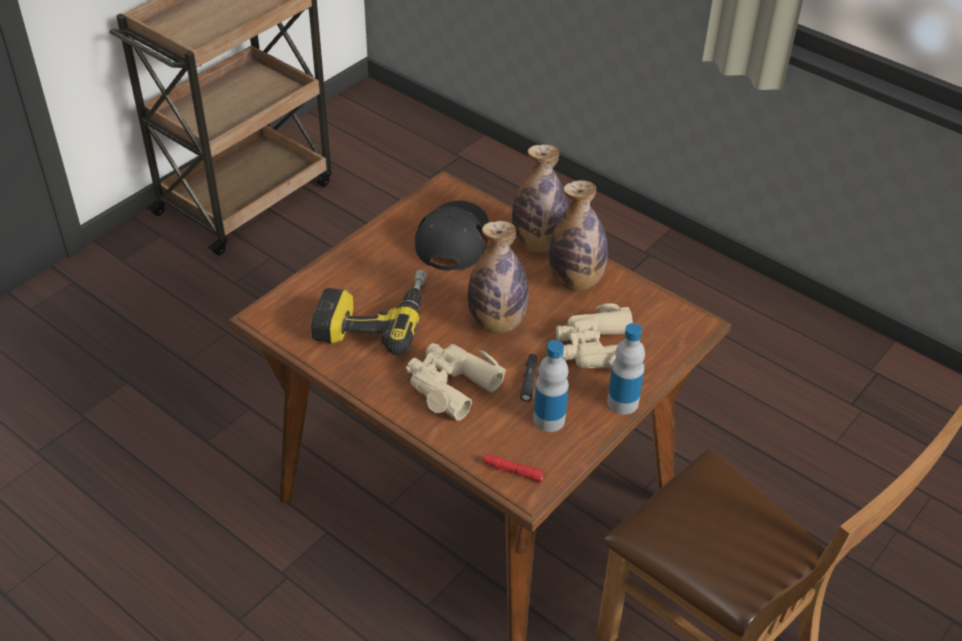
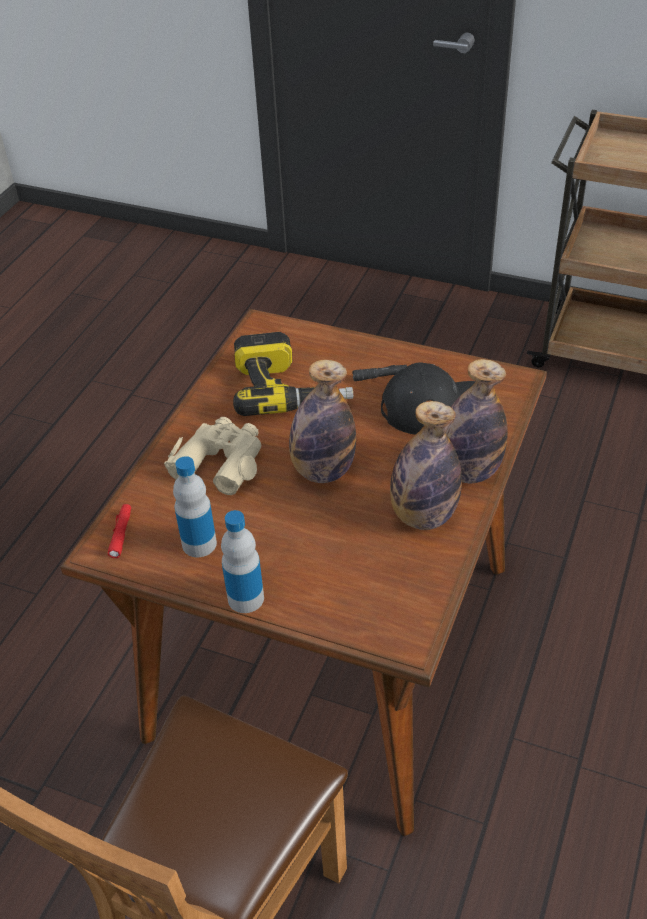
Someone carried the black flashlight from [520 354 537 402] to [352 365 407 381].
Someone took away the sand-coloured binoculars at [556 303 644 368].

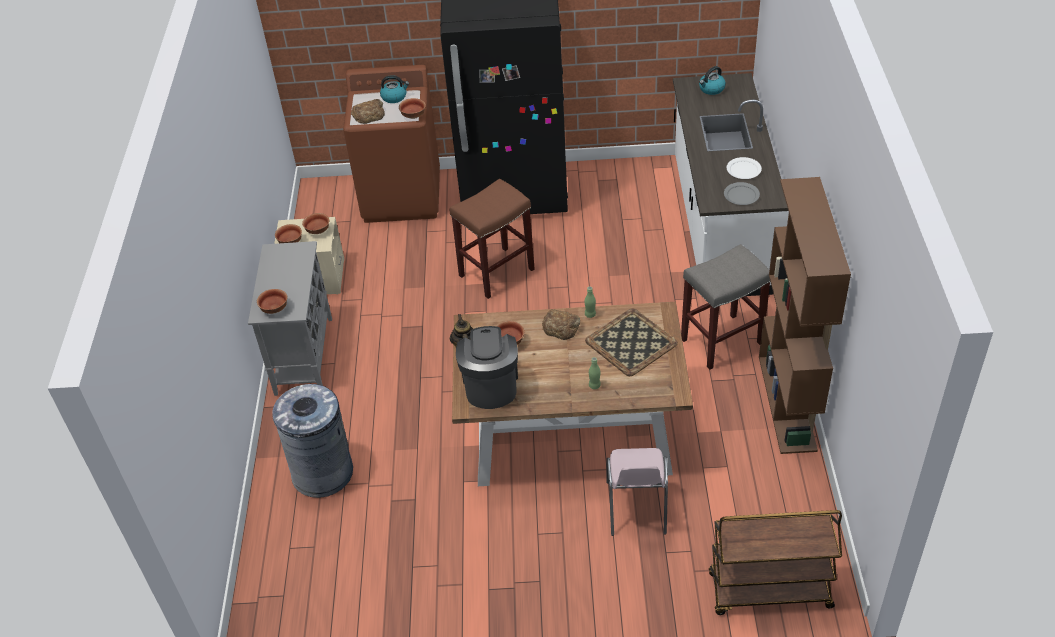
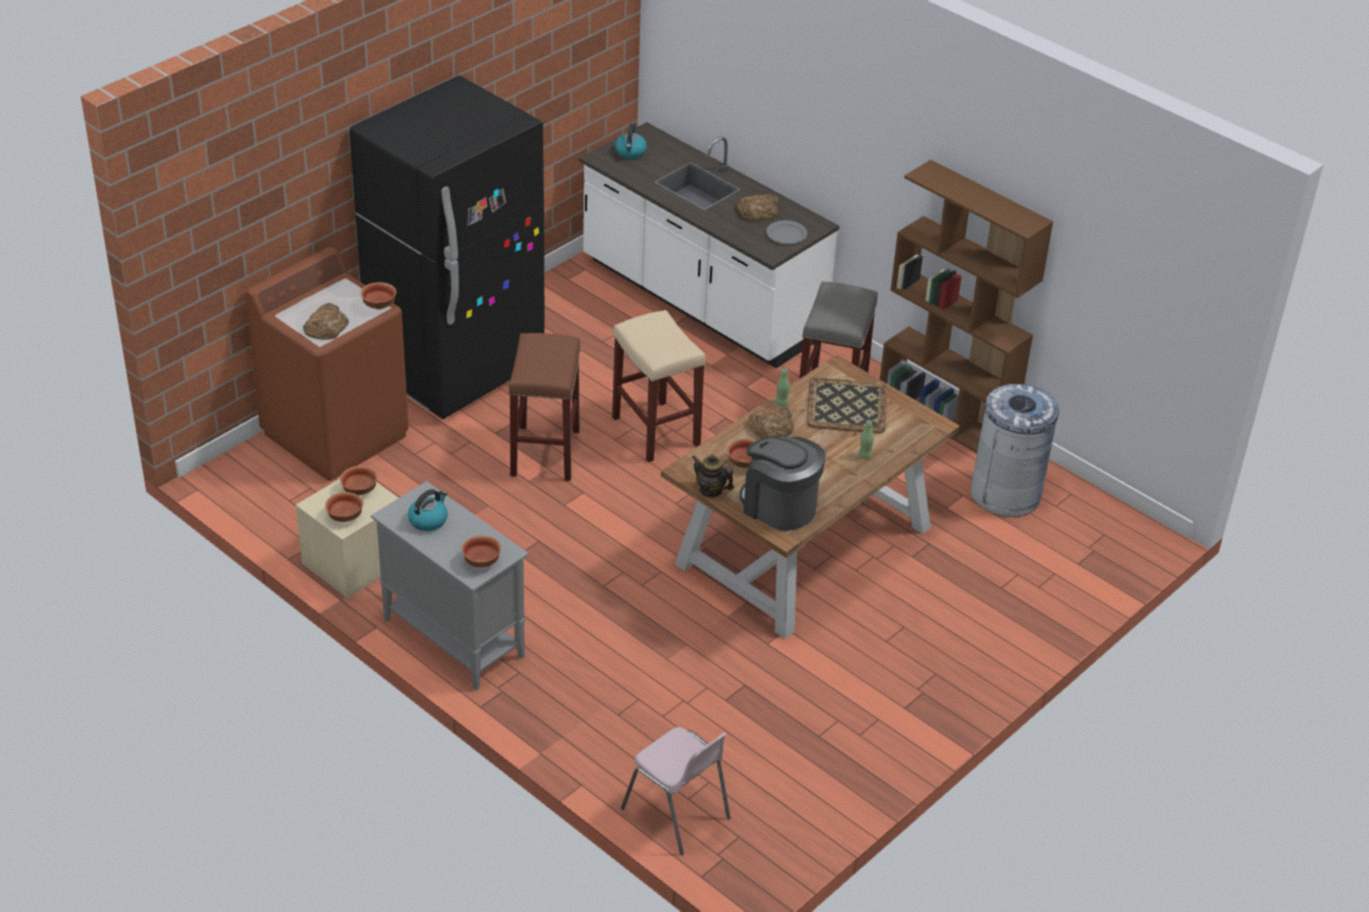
Someone carried the tea kettle from [380 75 409 103] to [408 489 448 531].
Someone put down the sand-coloured stool at [612 310 706 462].
Someone carried the pink-coloured plain chair from [606 448 668 536] to [621 727 731 855].
Someone swapped the white-coloured dinner plate at [727 157 762 179] for the baked bread at [737 194 778 222].
Someone carried the greyish waste bin from [272 384 353 498] to [971 384 1059 517].
Someone took away the brown wheeled cart at [709 510 842 615].

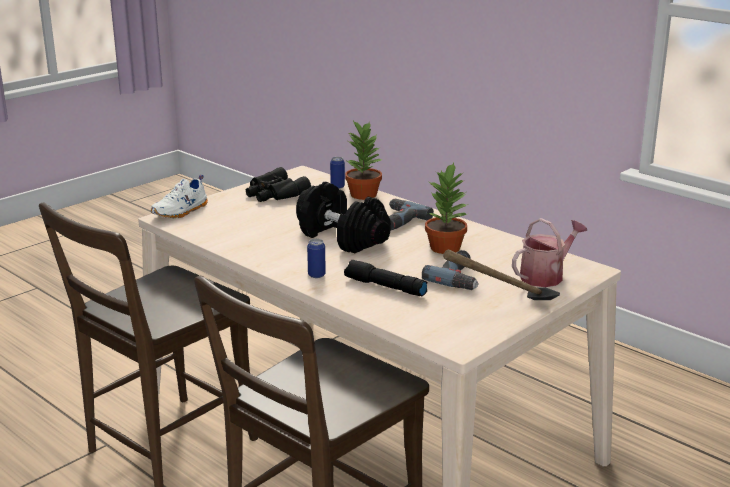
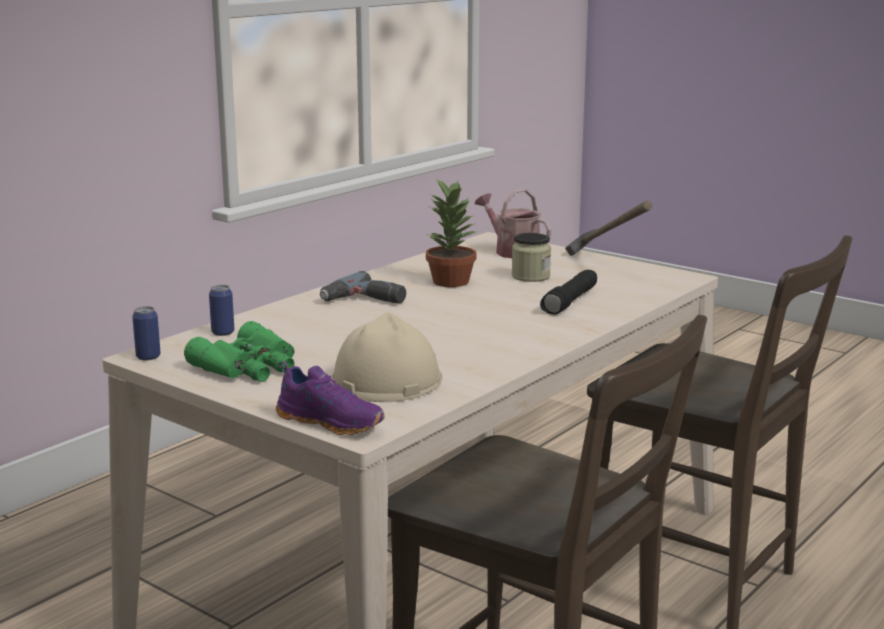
Someone carried the can from [307 239 326 278] to [132 306 161 360].
Someone repainted the black binoculars at [246 167 311 202], which became the greenish binoculars at [184 321 295 382].
Someone repainted the white-coloured low shoe at [151 175 208 218], which became the purplish low shoe at [276 361 385 435].
Someone put down the sand-coloured hard hat at [332 312 442 402].
Someone swapped the power drill at [422 250 479 290] for the preserve jar at [512 233 551 282].
Someone took away the black free weight at [296 181 391 254].
Someone took away the houseplant at [345 121 383 200].

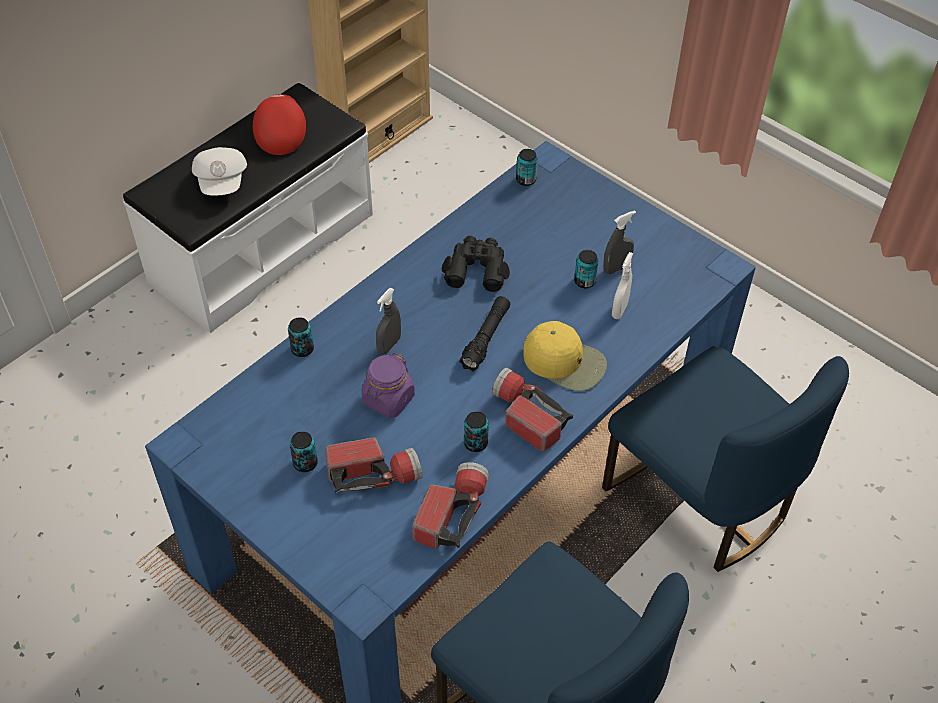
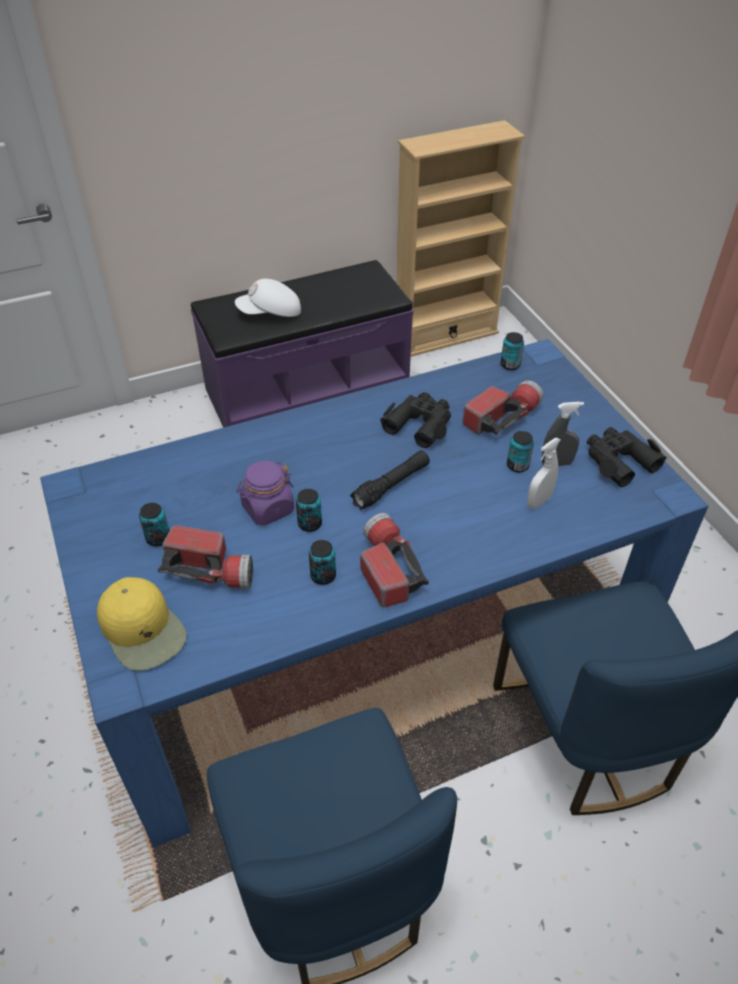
Someone carried the yellow-coloured cap from [524 321 607 391] to [97 577 187 671].
Someone repainted the white-coloured bench at [123 83 373 333], which became the purplish bench at [191 260 413 428].
Someone rotated the white-coloured cap at [192 147 247 196] by 60 degrees clockwise.
Someone carried the can from [288 317 314 357] to [296 489 322 532].
Someone carried the flashlight from [412 462 489 549] to [463 380 543 435].
Someone put down the black binoculars at [587 427 667 487].
Someone took away the red-coloured cap at [253 94 306 155].
Someone took away the greyish spray bottle at [376 288 401 354].

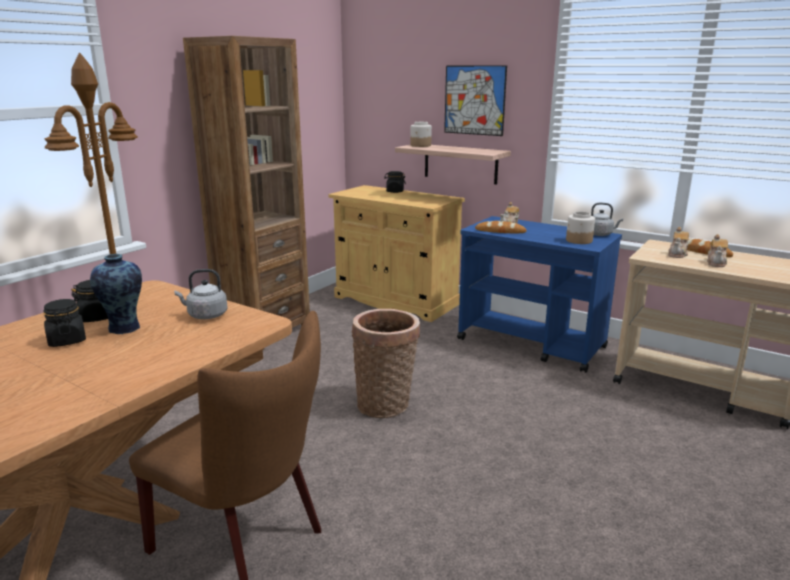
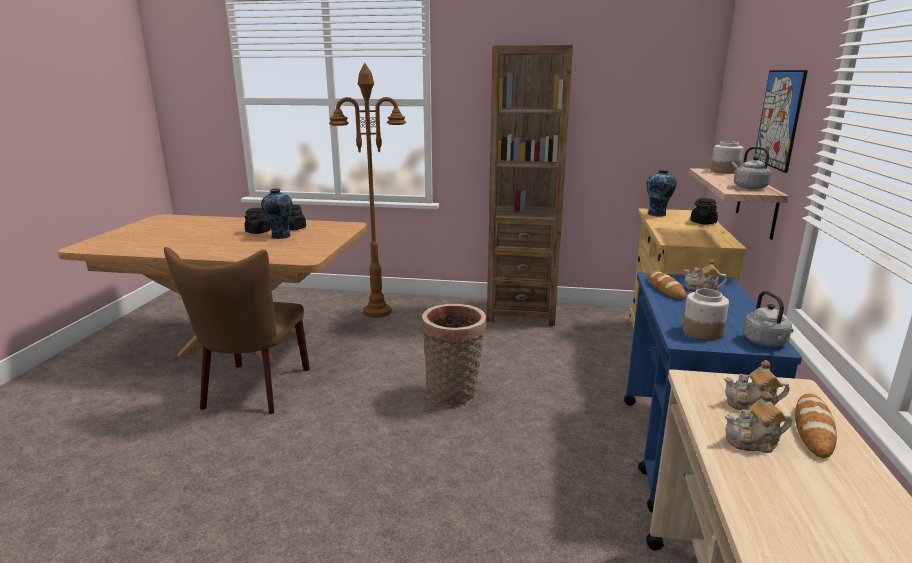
Someone put down the decorative vase at [647 169 677 216].
Someone carried the greyish tea kettle from [174 269 227 319] to [732 147 771 189].

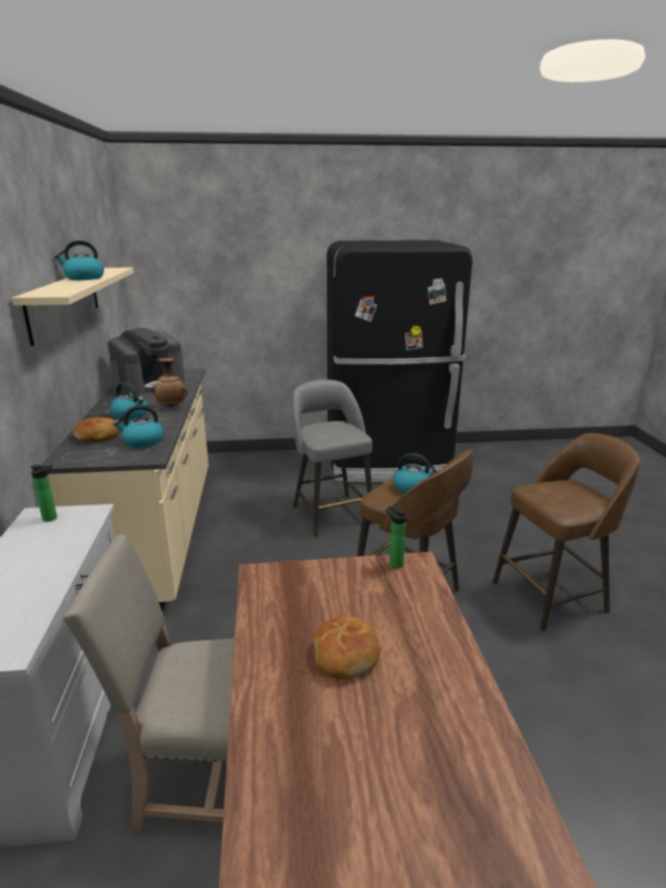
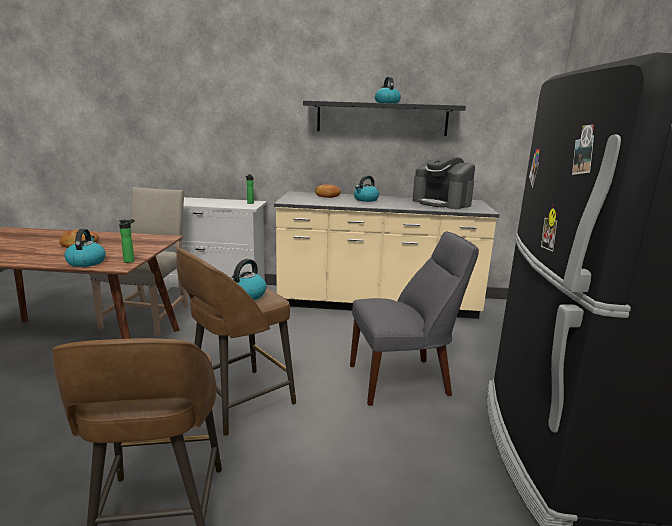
Someone carried the tea kettle from [113 405 164 448] to [64 229 106 267].
Someone repainted the sand-coloured wall shelf at [12 268 134 346], which became the black wall shelf at [303 101 466 136].
Someone swapped the greyish stool at [293 379 374 537] for the greyish plain chair at [350 231 479 406].
Someone took away the decorative vase at [152 358 188 407].

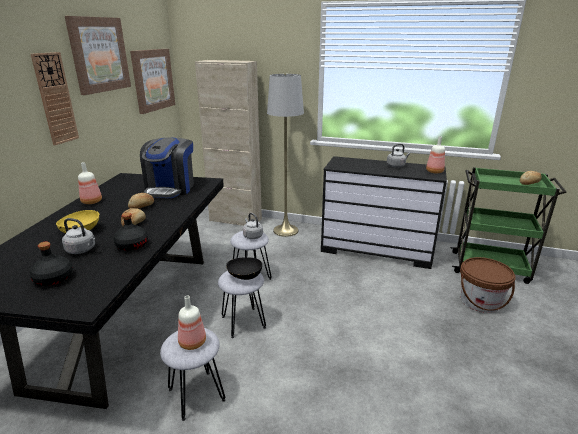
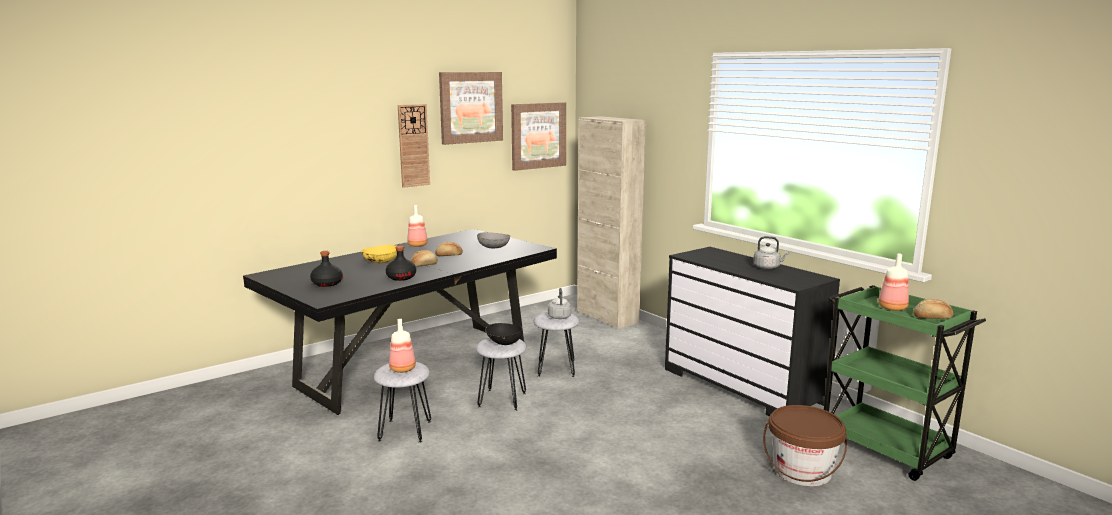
Someone swapped the coffee maker at [140 137 194 198] for the greyish bowl at [477 232 510 248].
Someone carried the drink bottle from [426 136 445 174] to [878 253 909 311].
Someone took away the greyish tea kettle at [62 218 95 254].
Someone took away the greyish standard lamp at [267 74 304 237].

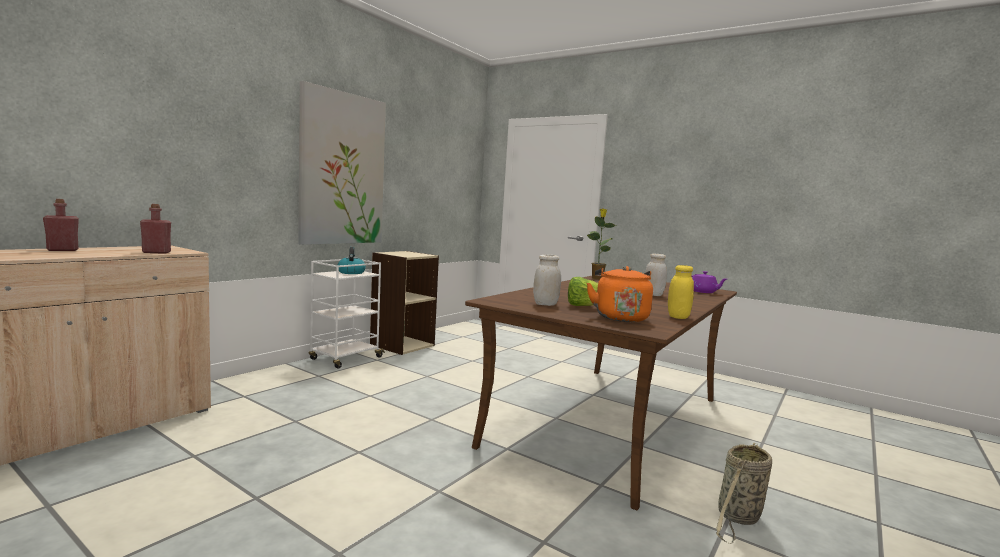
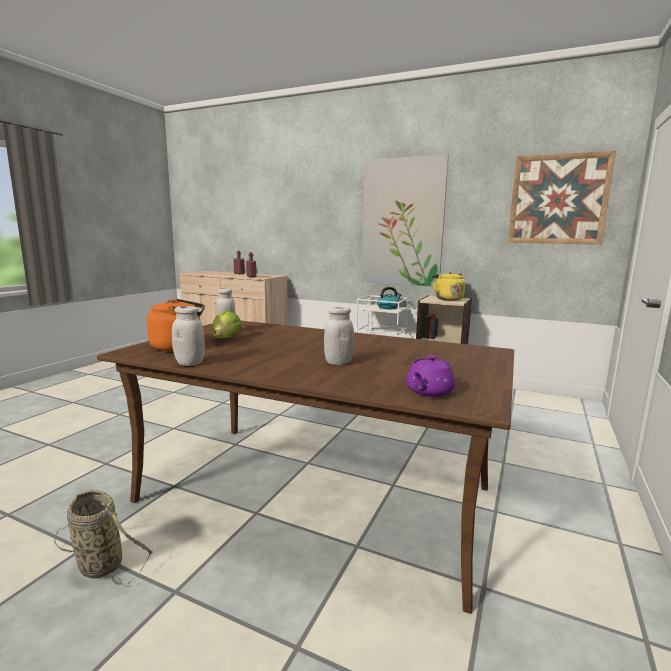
Someone repainted the yellow-coloured preserve jar at [668 265 694 319], which became the white-coloured preserve jar at [172 306 205 366].
Someone put down the yellow-coloured tea kettle at [432 272 465 301].
Someone put up the wall art at [507 151 616 245].
Someone took away the houseplant at [587 209 616 279].

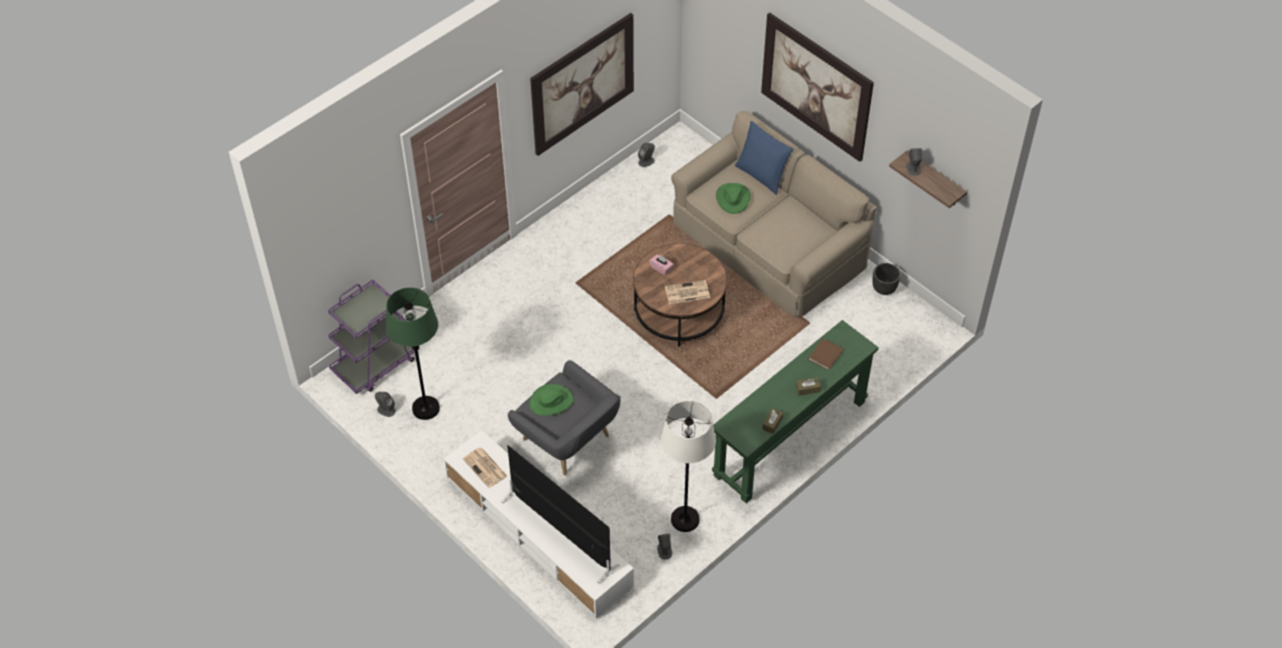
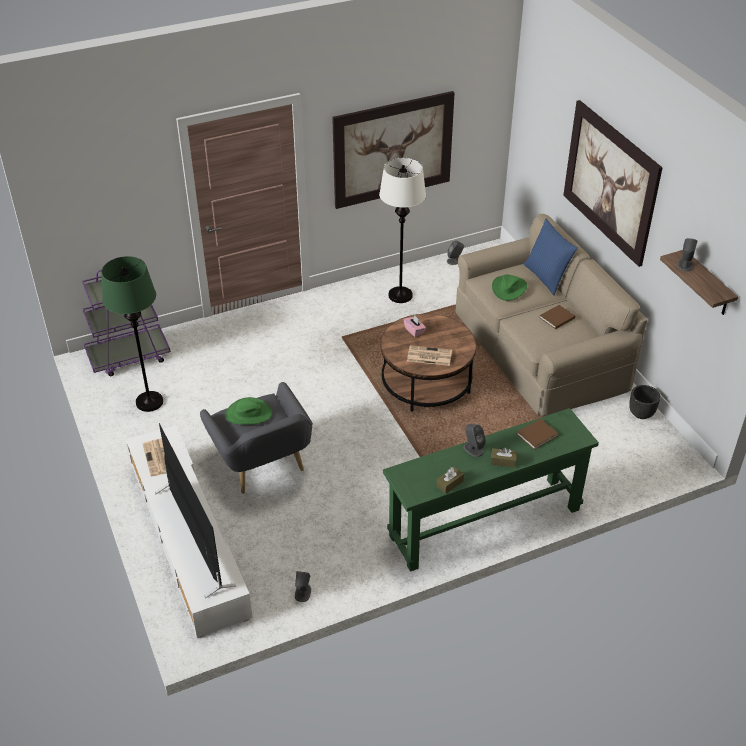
Someone carried the white-coloured standard lamp from [661 401 716 532] to [379 158 426 303].
Someone carried the greyish loudspeaker from [375 392 396 417] to [463 424 486 457].
Someone put down the brown bound book at [539 305 575 329].

